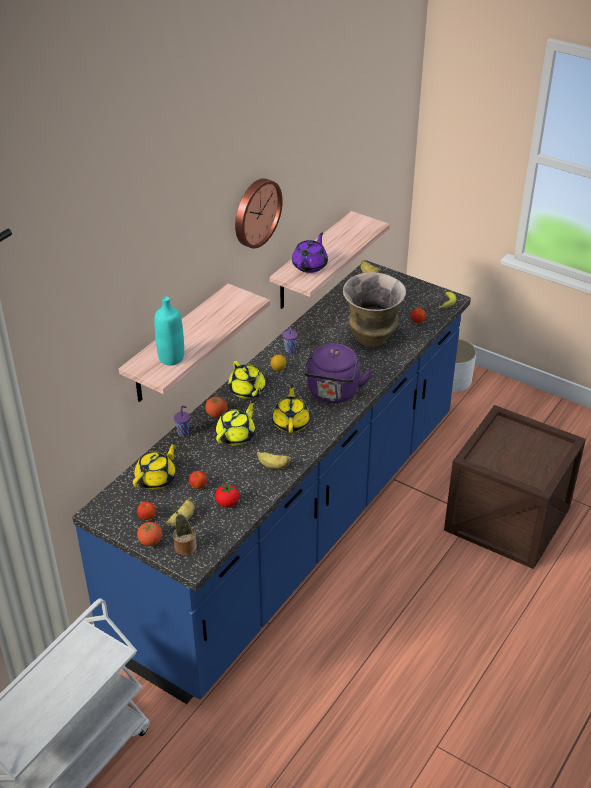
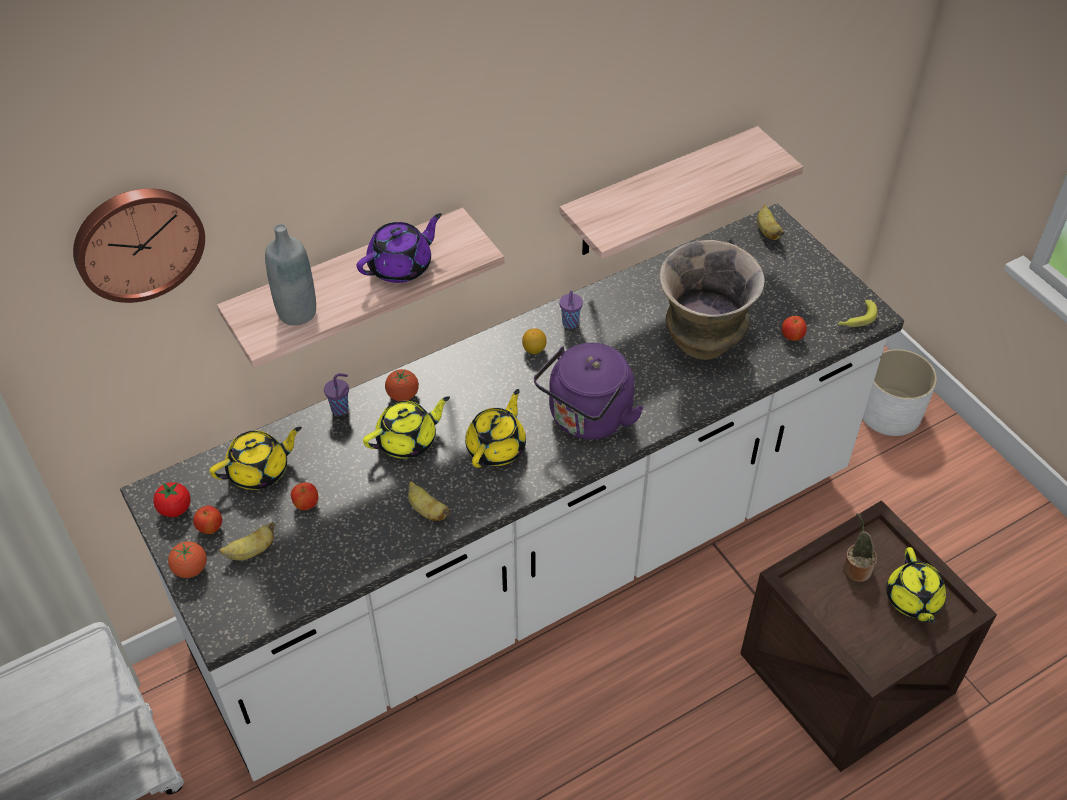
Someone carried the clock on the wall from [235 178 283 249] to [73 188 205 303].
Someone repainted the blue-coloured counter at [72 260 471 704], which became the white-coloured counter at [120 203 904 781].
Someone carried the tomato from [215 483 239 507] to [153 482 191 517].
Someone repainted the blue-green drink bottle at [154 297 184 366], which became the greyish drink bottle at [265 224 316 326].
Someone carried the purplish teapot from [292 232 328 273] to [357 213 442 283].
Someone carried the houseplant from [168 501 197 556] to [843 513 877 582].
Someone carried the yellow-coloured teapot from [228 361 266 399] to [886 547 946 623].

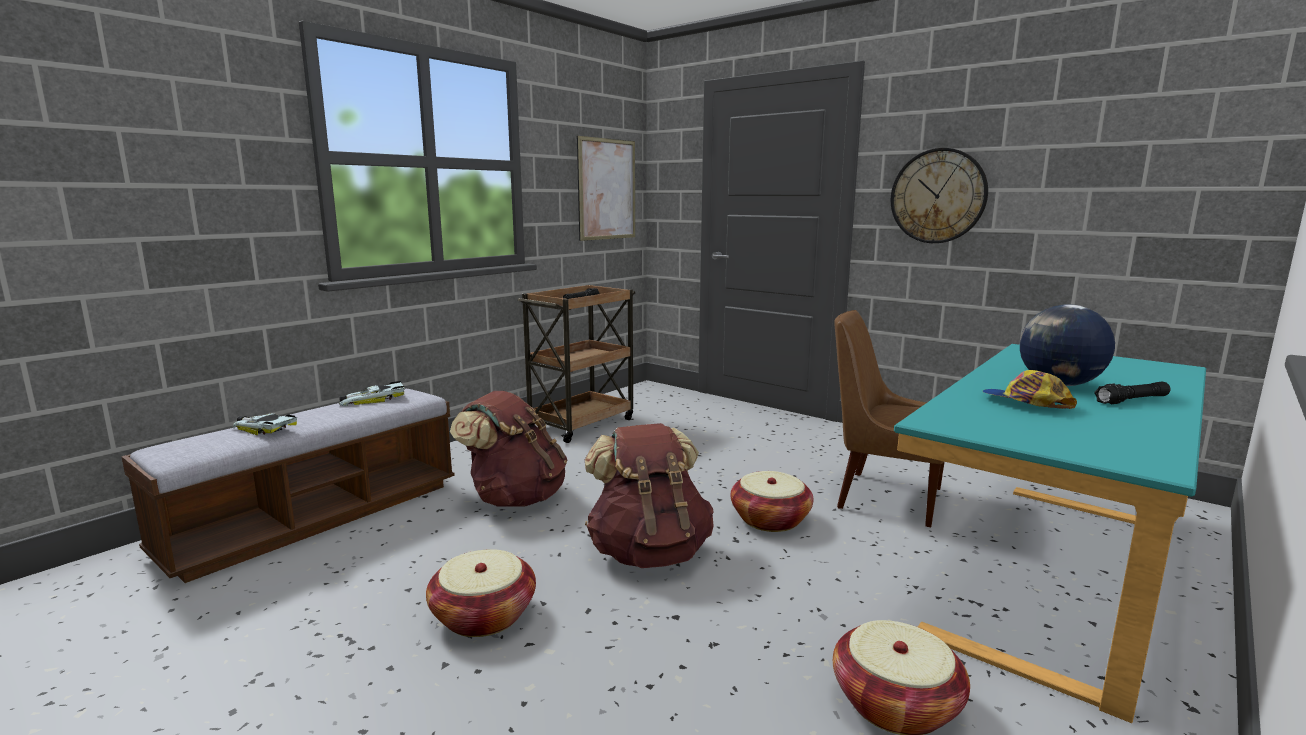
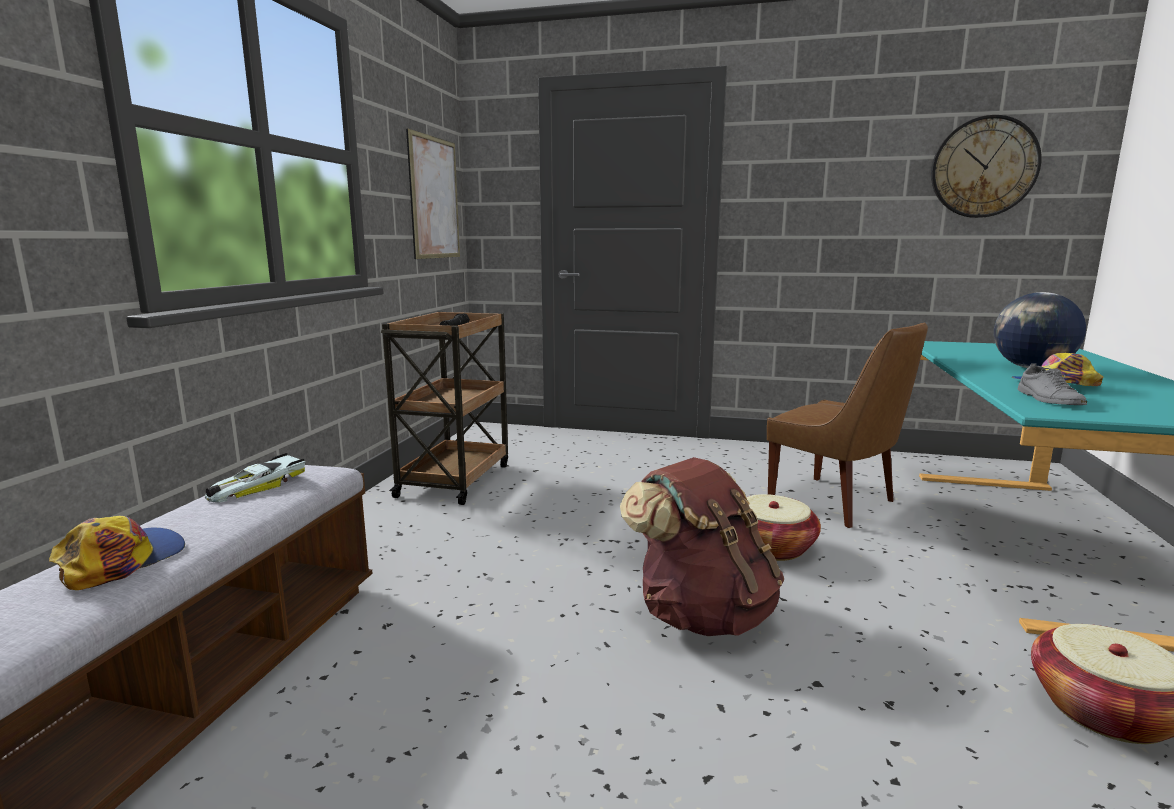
Someone swapped the toy car at [233 413 297 435] for the cap at [49 516 185 590].
Someone rotated the brown plain chair at [834 310 944 527] by 135 degrees counterclockwise.
Someone carried the clock on the wall from [891 148 988 243] to [931 115 1042 218].
Someone put down the greyish low shoe at [1017 363 1087 405].
Someone took away the household basket at [426 549 536 637].
Someone took away the brown backpack at [450 391 567 507].
Someone took away the black flashlight at [1094 381 1171 404].

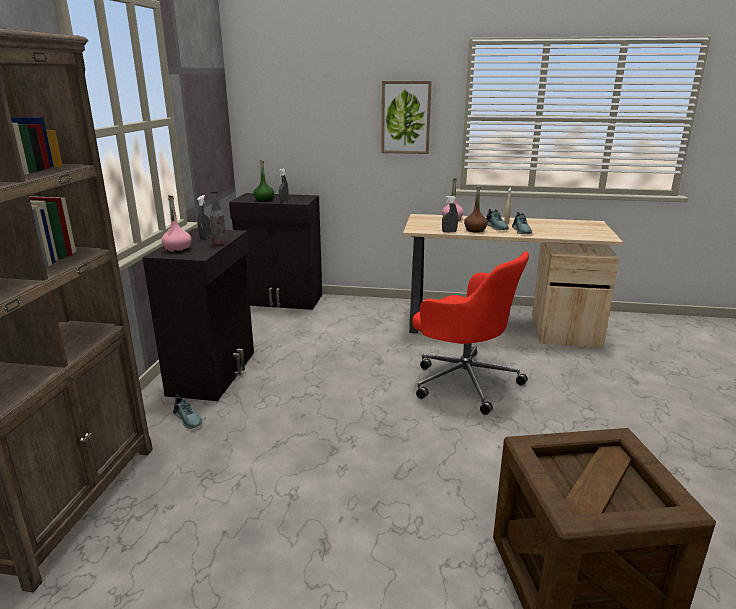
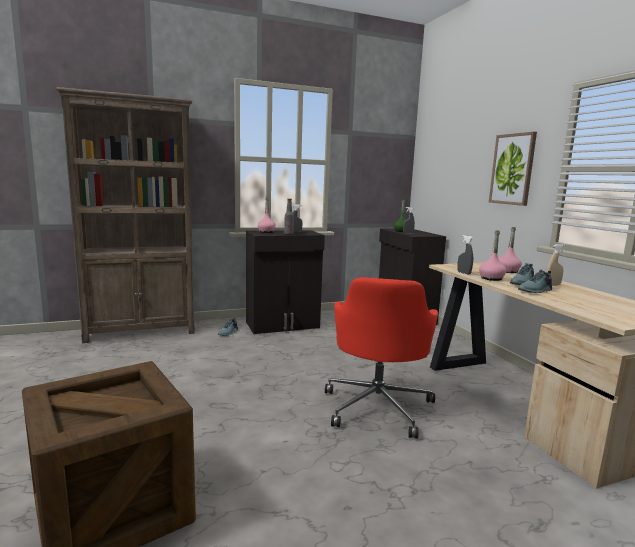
Someone repainted the brown drink bottle at [464 186 488 233], which became the pink-coloured drink bottle at [479 230 506 281].

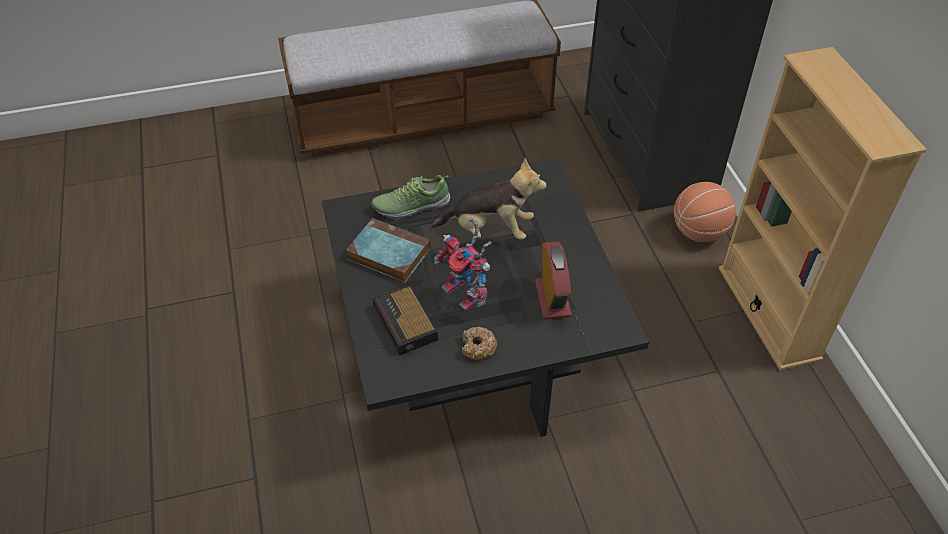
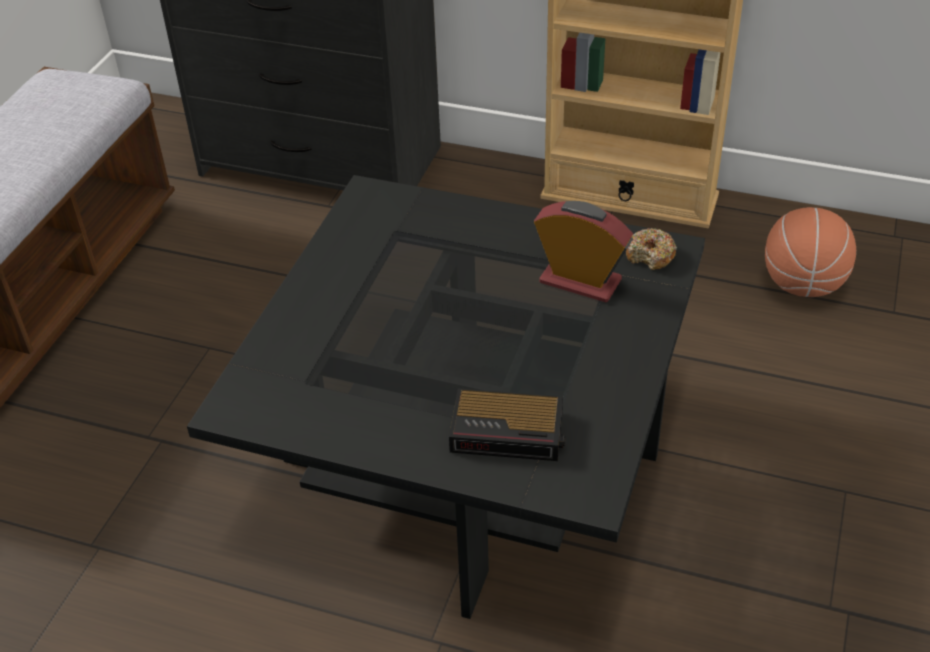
Someone carried the donut from [462 327 497 360] to [626 228 677 270].
Someone carried the basketball from [674 182 736 242] to [765 207 856 297].
Someone took away the bound book at [346 218 431 283].
Someone took away the low shoe at [372 175 450 219].
Someone took away the soft toy at [431 158 547 240].
Someone took away the toy robot at [434 217 492 311].

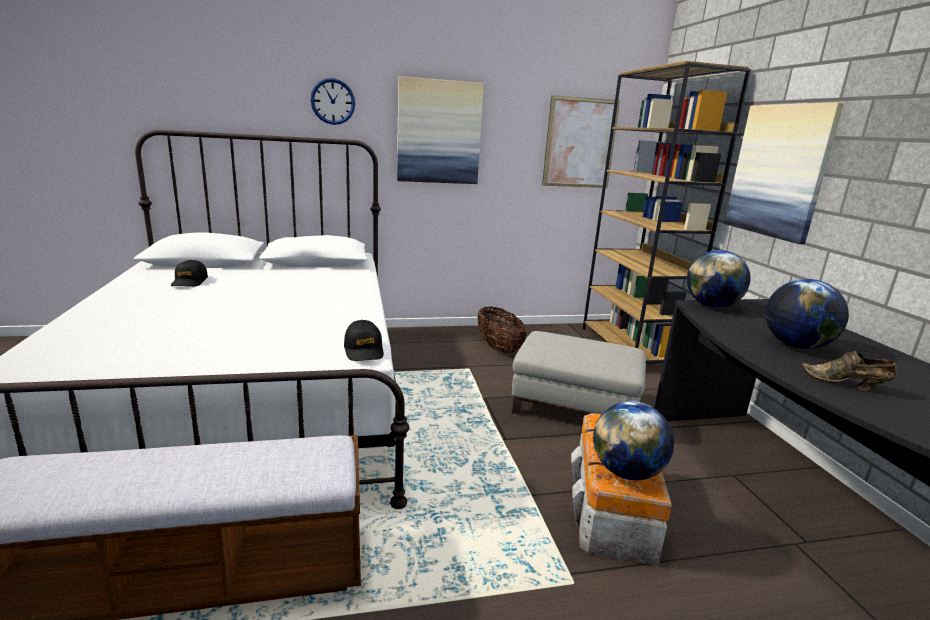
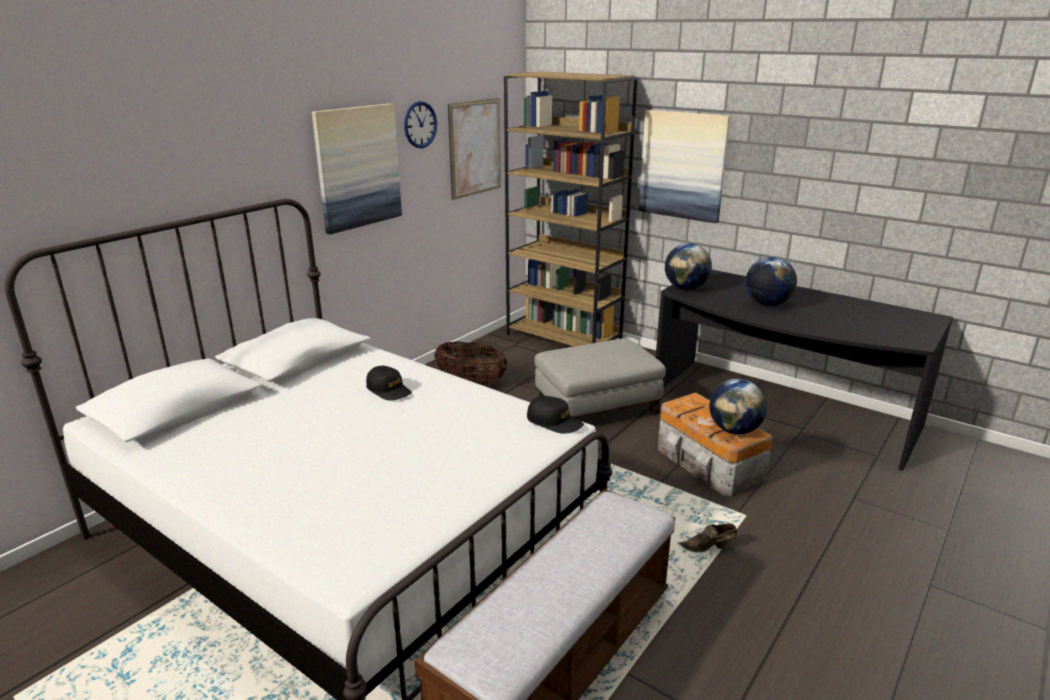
Someone carried the black cap from [171 260 208 287] to [366 366 412 401].
Someone carried the clock on the wall from [311 78 355 125] to [404 101 437 148].
Someone carried the brown low shoe from [802 350 897 392] to [680 523 737 552].

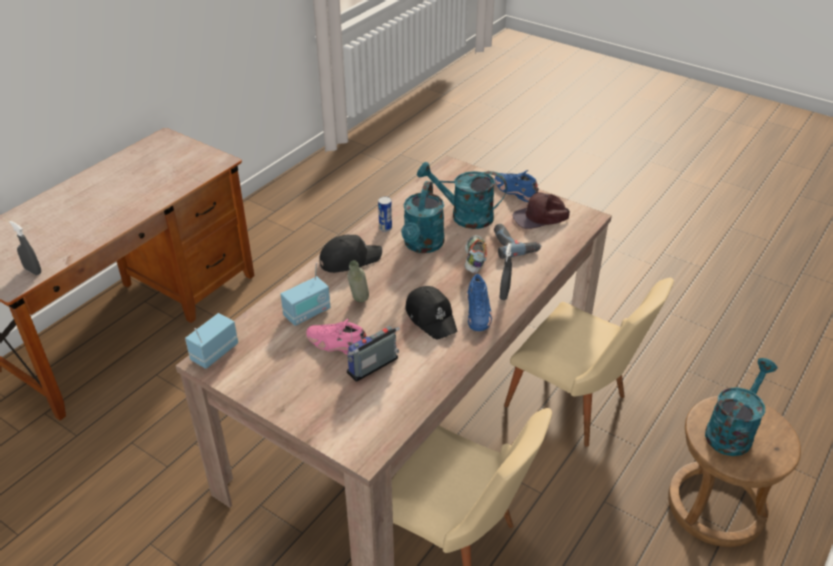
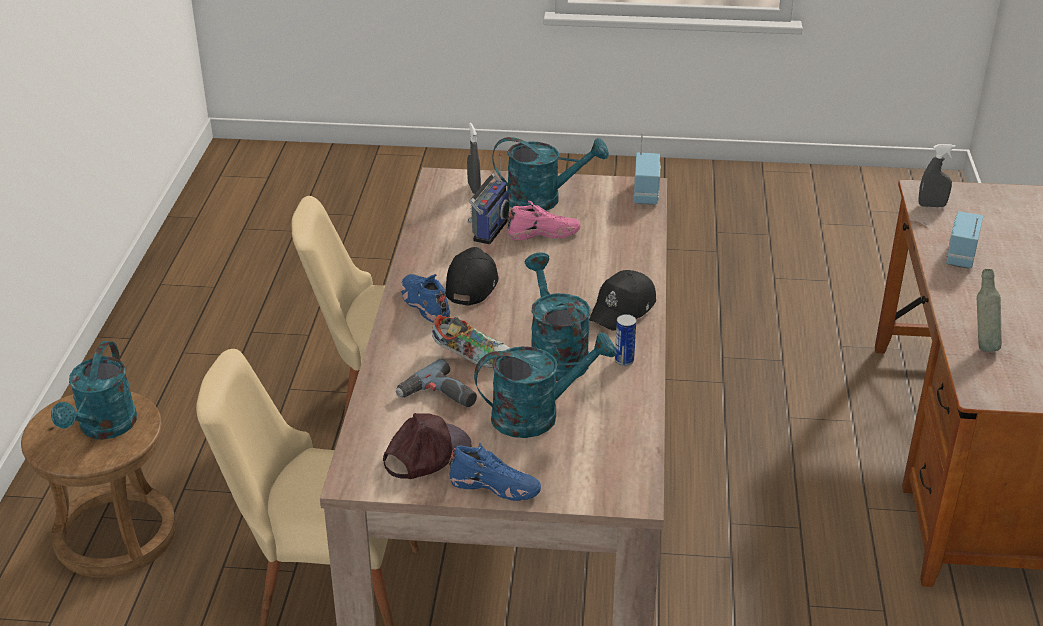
Someone rotated the low shoe at [465 235 487 273] by 45 degrees counterclockwise.
Someone rotated the black cap at [405 286 457 339] by 75 degrees clockwise.
Someone carried the greyish spray bottle from [499 243 512 300] to [467 122 481 194].
Someone put down the blue-green sprinkling can at [492 137 609 211].
Someone carried the radio set from [281 262 330 326] to [946 211 983 268].
Someone carried the greyish drink bottle from [347 260 369 302] to [977 269 1002 352].

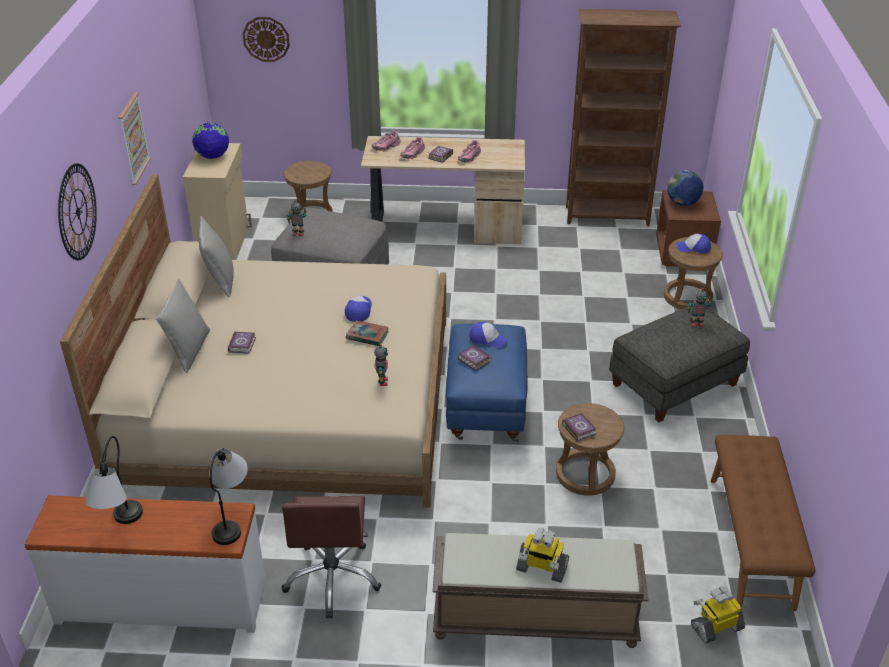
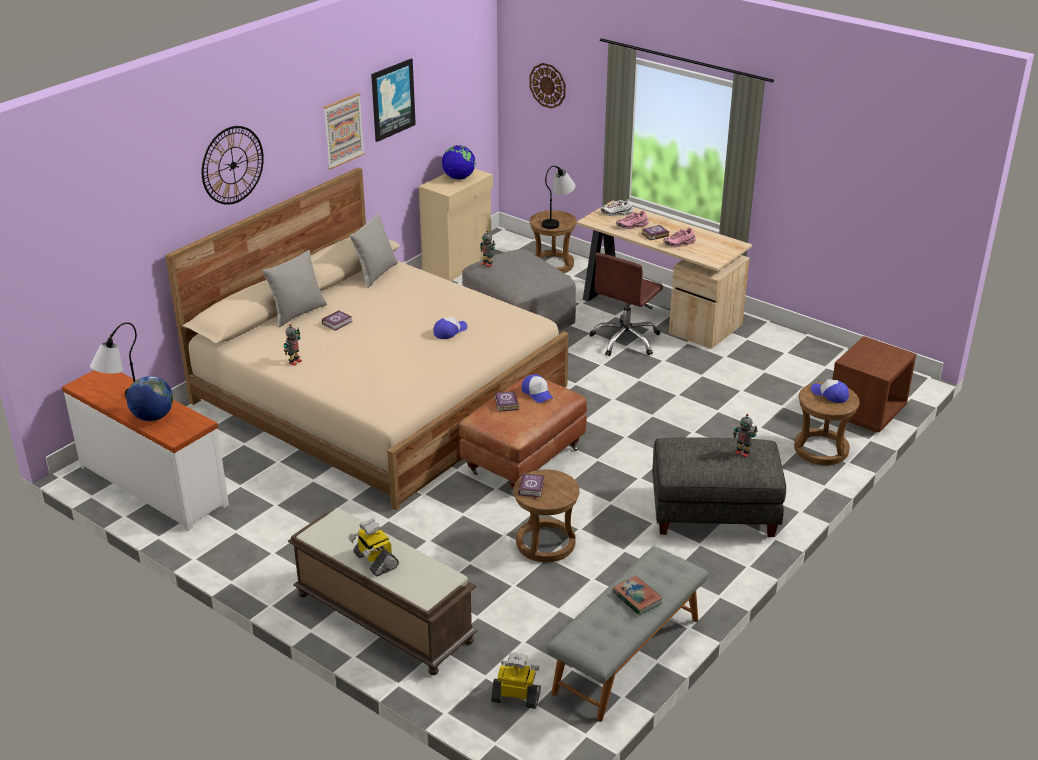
Someone carried the desk globe from [667 170 703 206] to [126 376 173 421].
Someone carried the toy robot from [374 344 388 386] to [284 324 302 366].
Someone put up the wall art at [371 59 416 142].
Someone repainted the blue-coloured pouffe at [446 324 527 442], which became the brown pouffe at [459 375 587 489].
Someone carried the tabletop lamp from [209 448 248 545] to [542 166 576 229].
Someone repainted the brown bench at [711 435 816 611], which became the greyish bench at [546 546 708 722].
Someone carried the brown desk chair from [281 496 381 618] to [589 252 663 356].
Someone repainted the pink-coloured low shoe at [371 131 401 151], which became the white-coloured low shoe at [600 199 633 216].
Someone carried the bound book from [346 320 389 346] to [612 576 663 615].
Someone took away the brown bookshelf at [566 9 681 226].

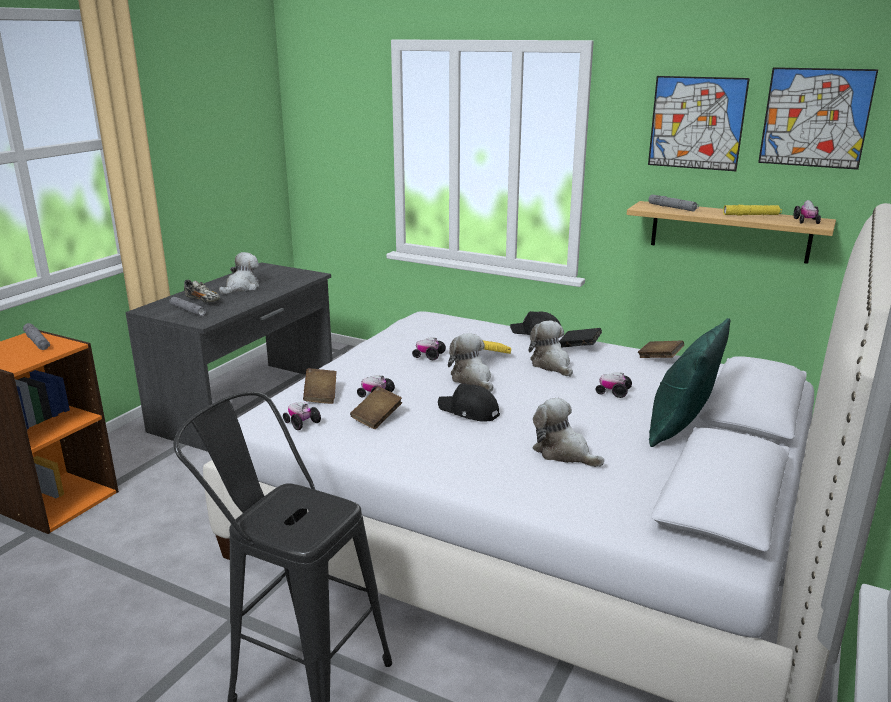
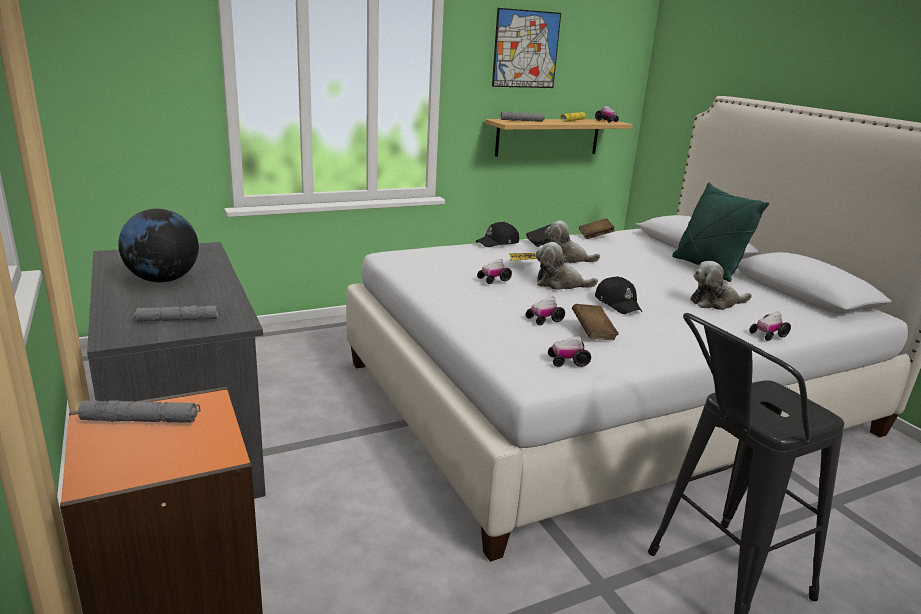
Someone swapped the soft toy at [219 252 259 294] for the desk globe at [118 209 199 283].
Someone rotated the black cap at [438 384 500 422] by 90 degrees counterclockwise.
Someone carried the toy car from [596 372 632 398] to [749 312 791 341].
Someone took away the low shoe at [184 280 220 302].
Someone took away the brown bound book at [303 368 337 404].
Someone took away the wall art at [758 67 878 170].

